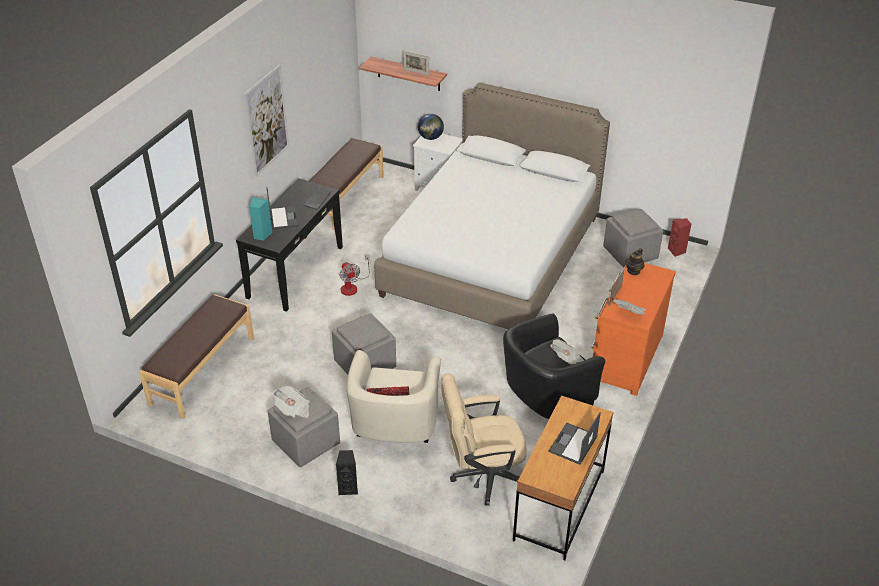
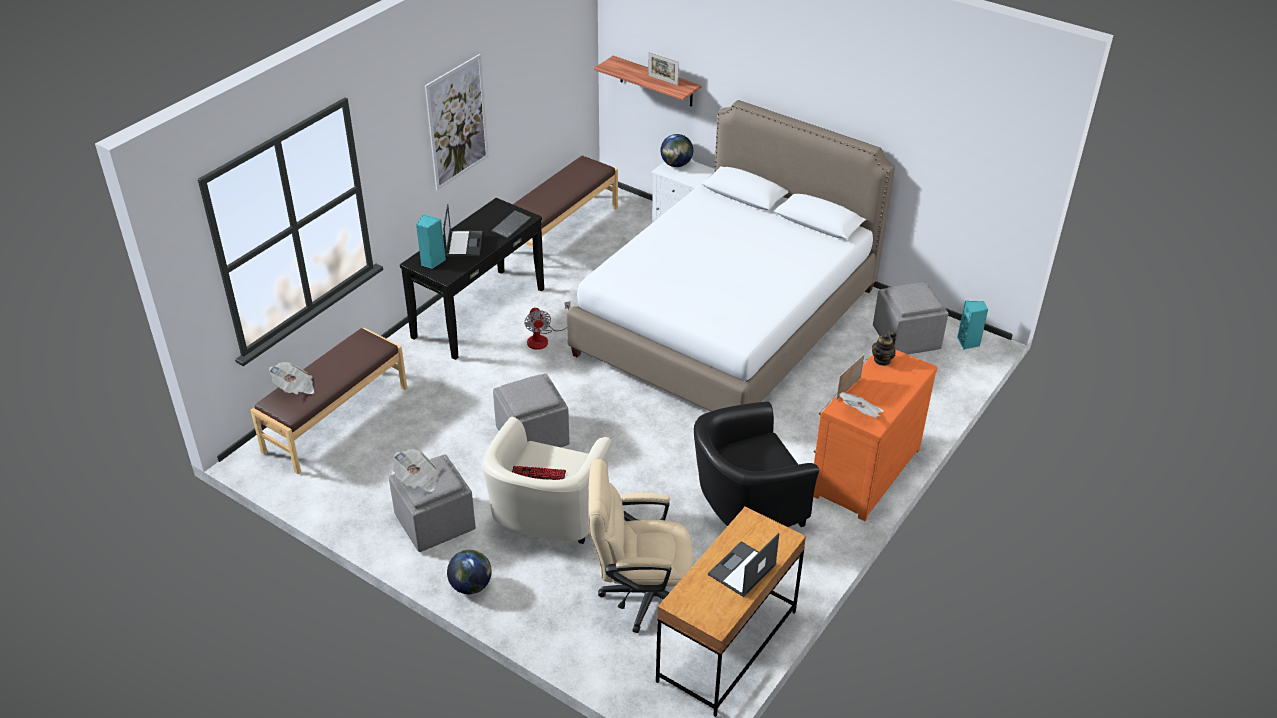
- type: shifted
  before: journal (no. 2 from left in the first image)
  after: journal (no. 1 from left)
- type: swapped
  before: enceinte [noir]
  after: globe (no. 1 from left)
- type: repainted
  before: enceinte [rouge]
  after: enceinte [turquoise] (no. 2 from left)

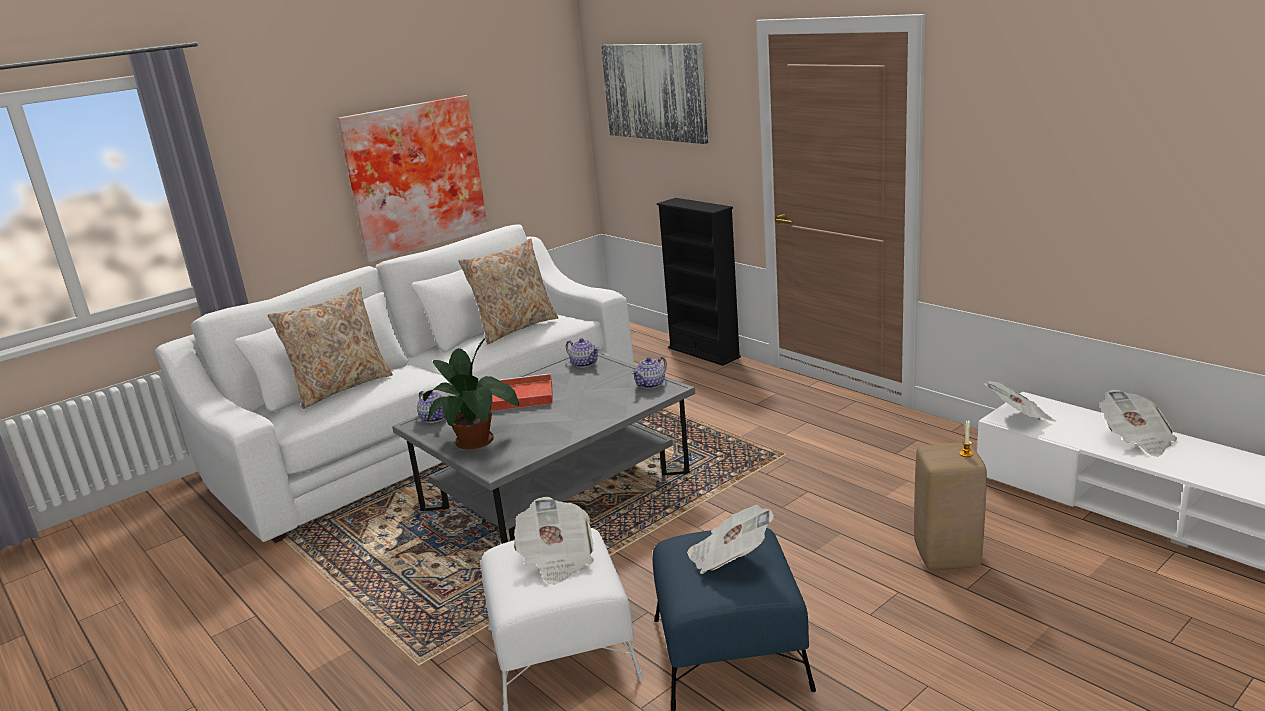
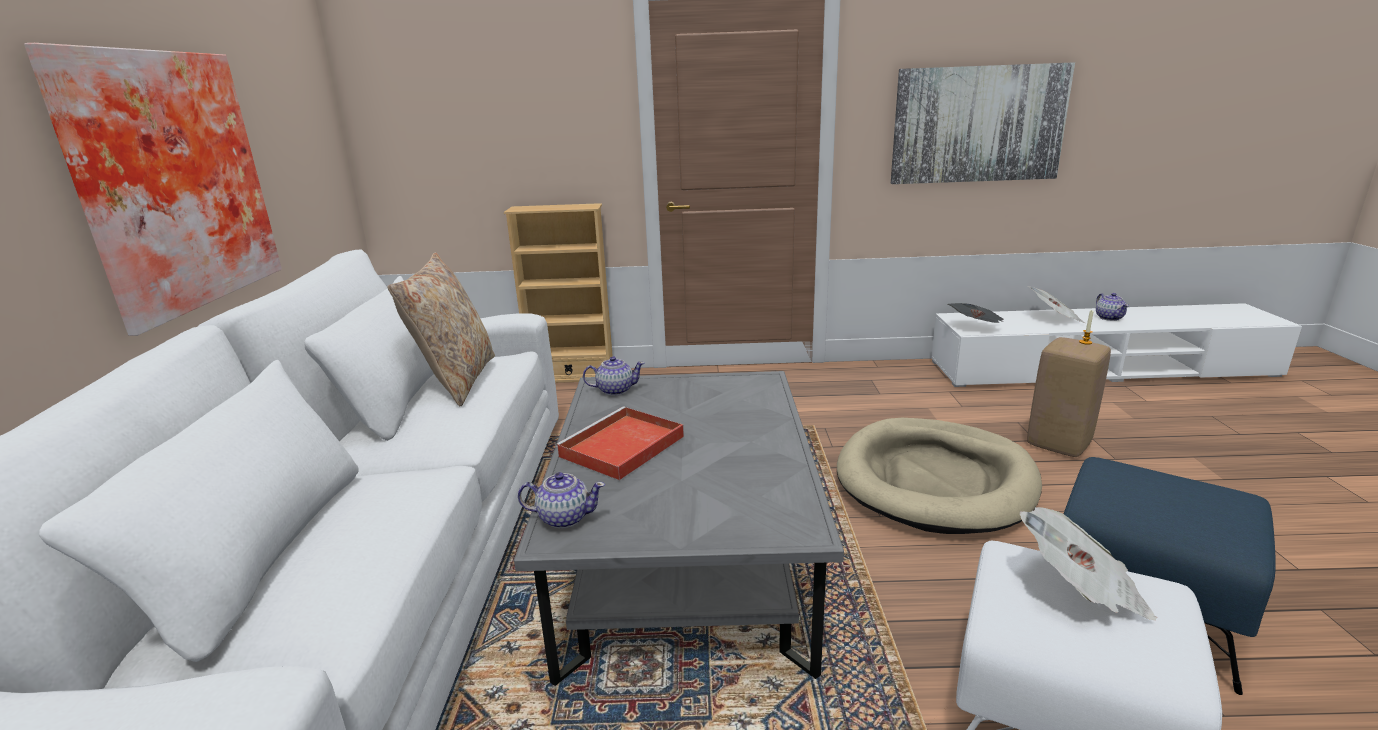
- type: gone
  before: coussin [beige] (no. 1 from left)
- type: gone
  before: plante en pot
- type: gone
  before: journal (no. 2 from left)
- type: new
  after: panier pour chien [beige]
- type: shifted
  before: tableau (no. 2 from left)
- type: shifted
  before: théière (no. 3 from left)
- type: repainted
  before: bibliothèque [noir]
  after: bibliothèque [beige]

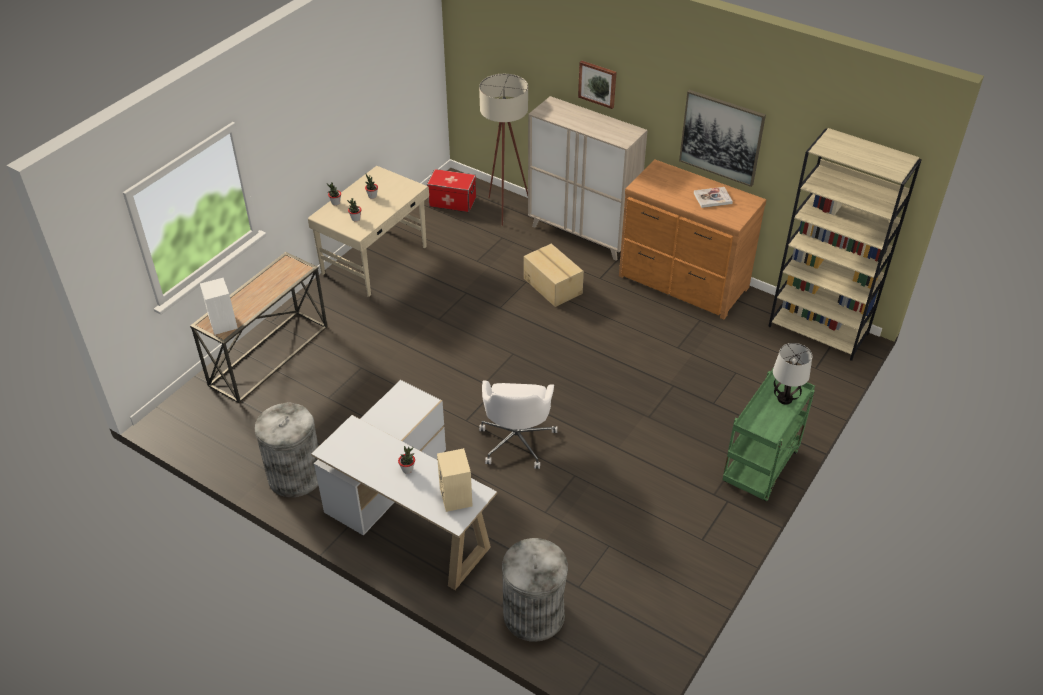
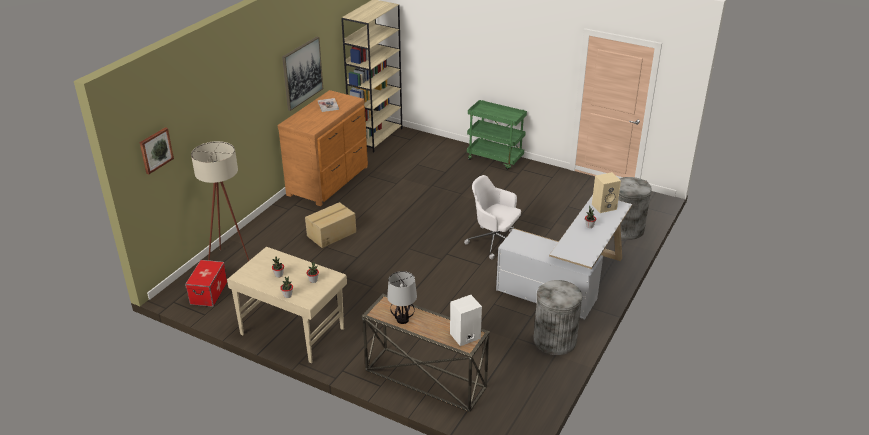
- type: gone
  before: meuble de rangement [beige]
- type: shifted
  before: tableau (no. 1 from left)
- type: shifted
  before: lampe de table
- type: rotated
  before: chaise de bureau [blanc]
  turn: -150

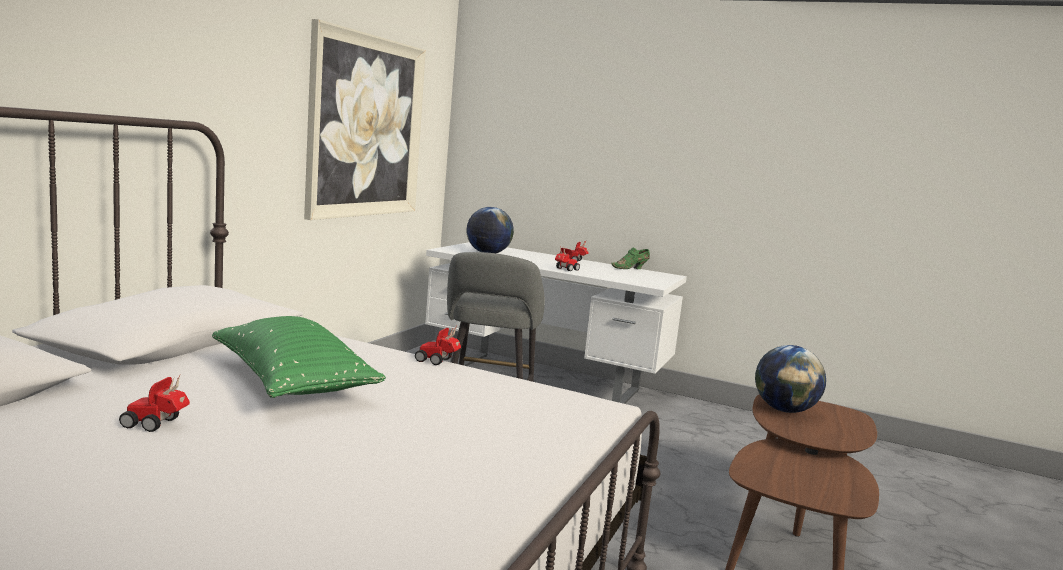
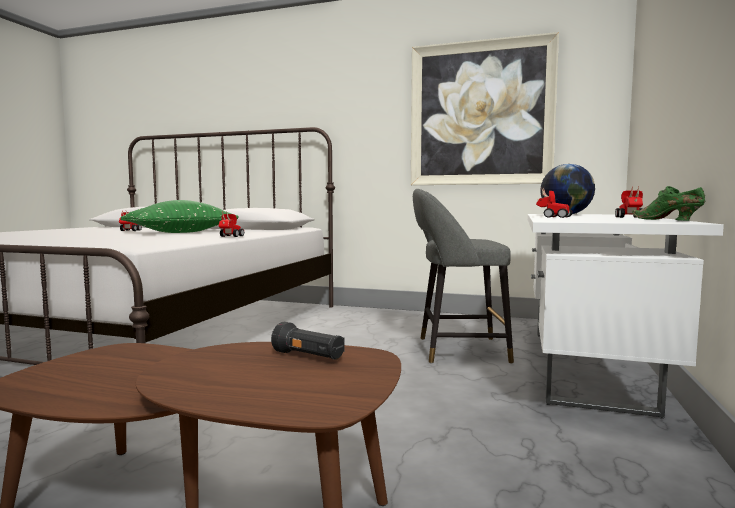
- type: swapped
  before: globe (no. 2 from left)
  after: lampe de poche [noir]

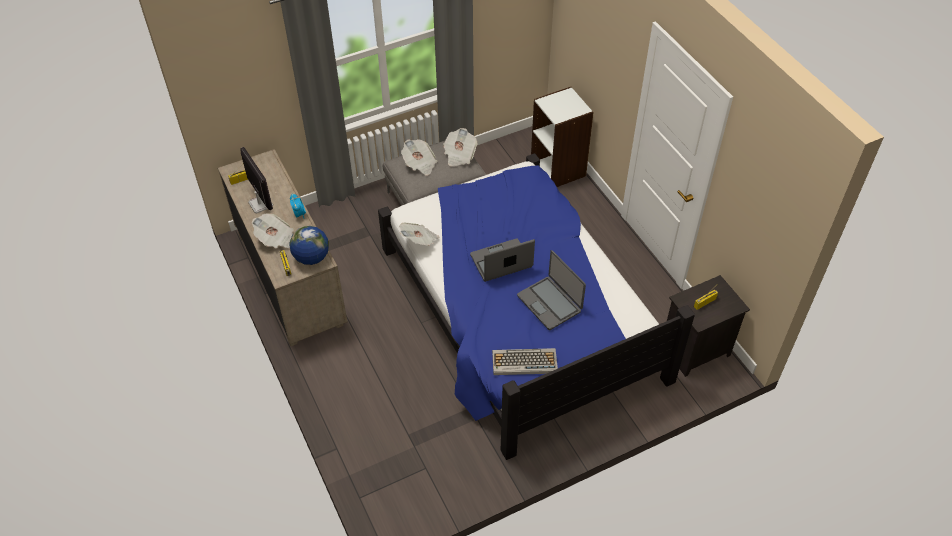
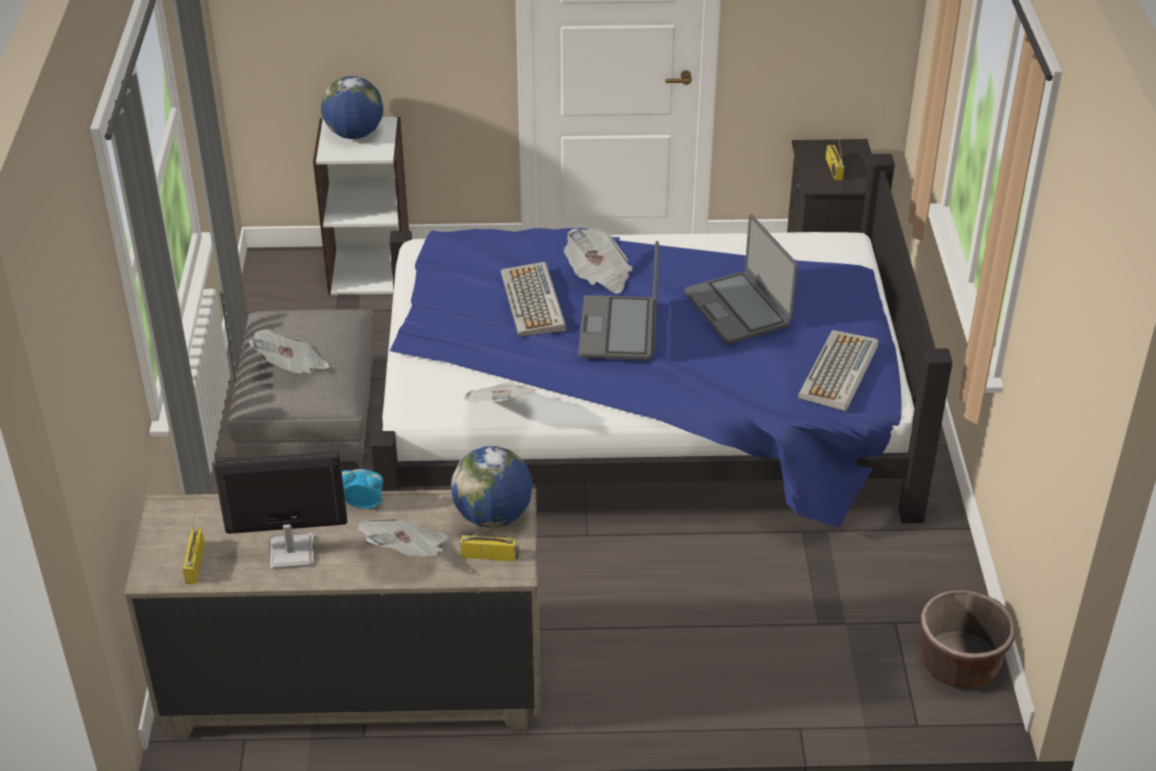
- type: new
  after: globe (no. 1 from left)
- type: new
  after: clavier (no. 1 from left)
- type: new
  after: cache-pot [marron]
- type: shifted
  before: journal (no. 4 from left)
- type: rotated
  before: ordinateur portable (no. 2 from left)
  turn: 75

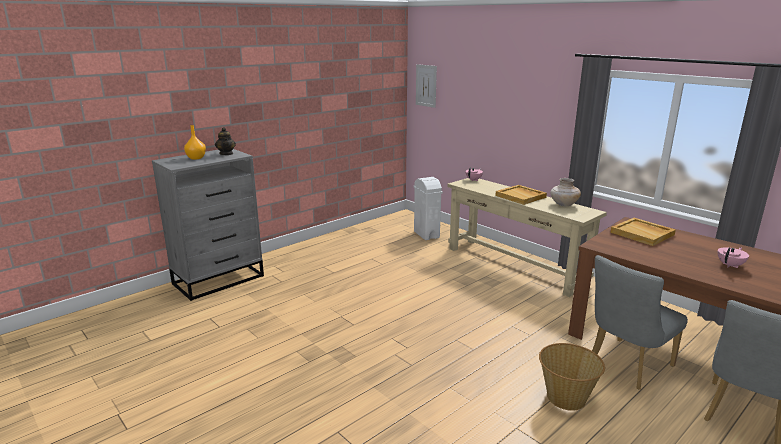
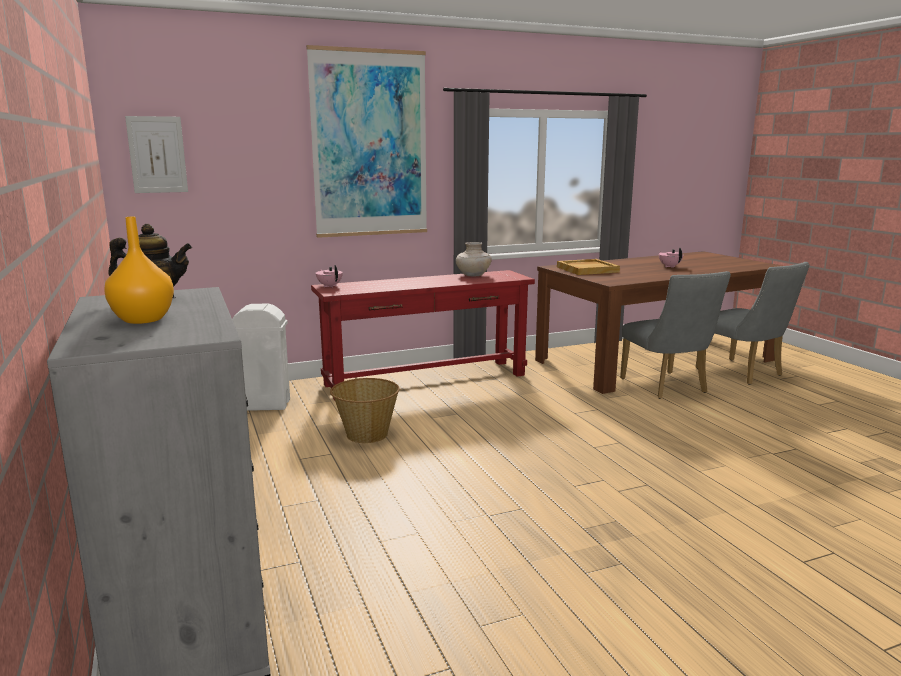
- type: gone
  before: plateau [beige] (no. 1 from left)
- type: new
  after: tableau (no. 2 from left)
- type: shifted
  before: panier
- type: repainted
  before: table console [beige]
  after: table console [rouge]

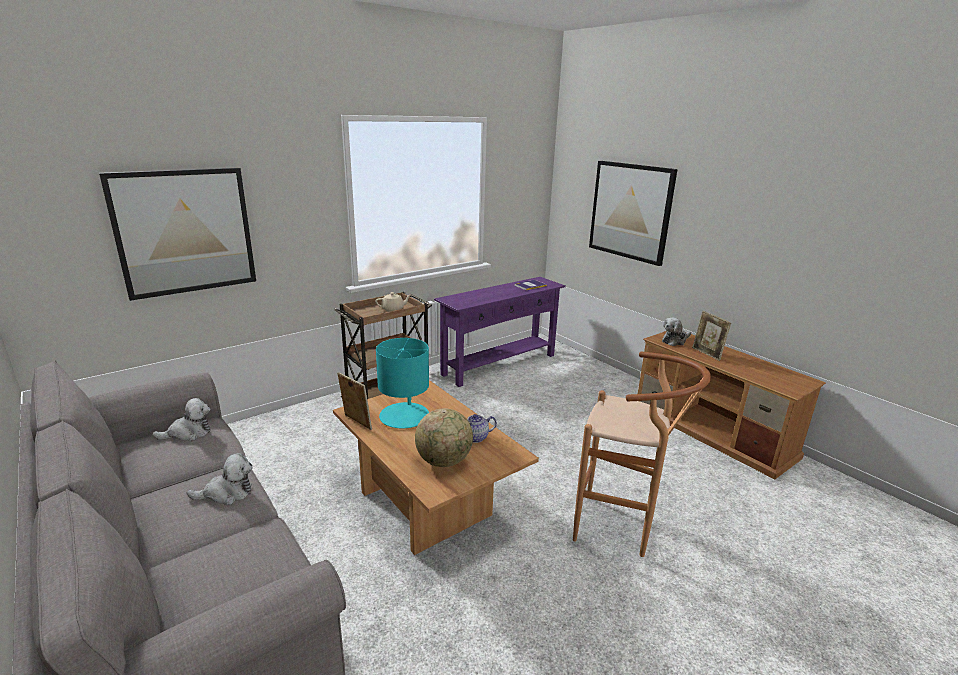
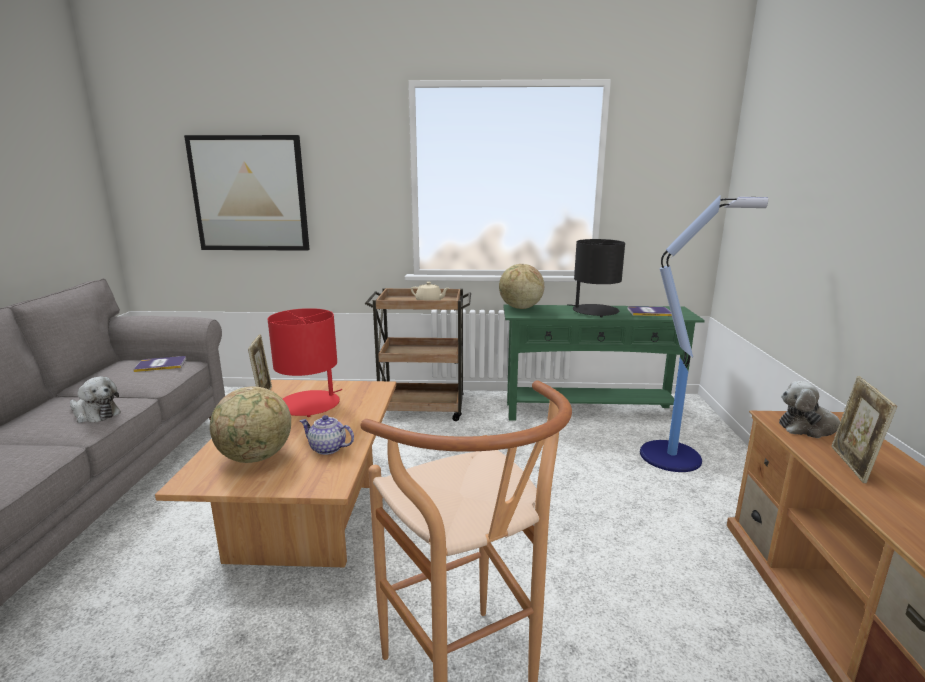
- type: gone
  before: tableau (no. 2 from left)
- type: new
  after: globe (no. 2 from left)
- type: new
  after: lampe de table [noir]
- type: new
  after: lampadaire
- type: swapped
  before: peluche (no. 1 from left)
  after: livre (no. 1 from left)
- type: repainted
  before: lampe de table [turquoise]
  after: lampe de table [rouge]
- type: repainted
  before: table console [violet]
  after: table console [vert]

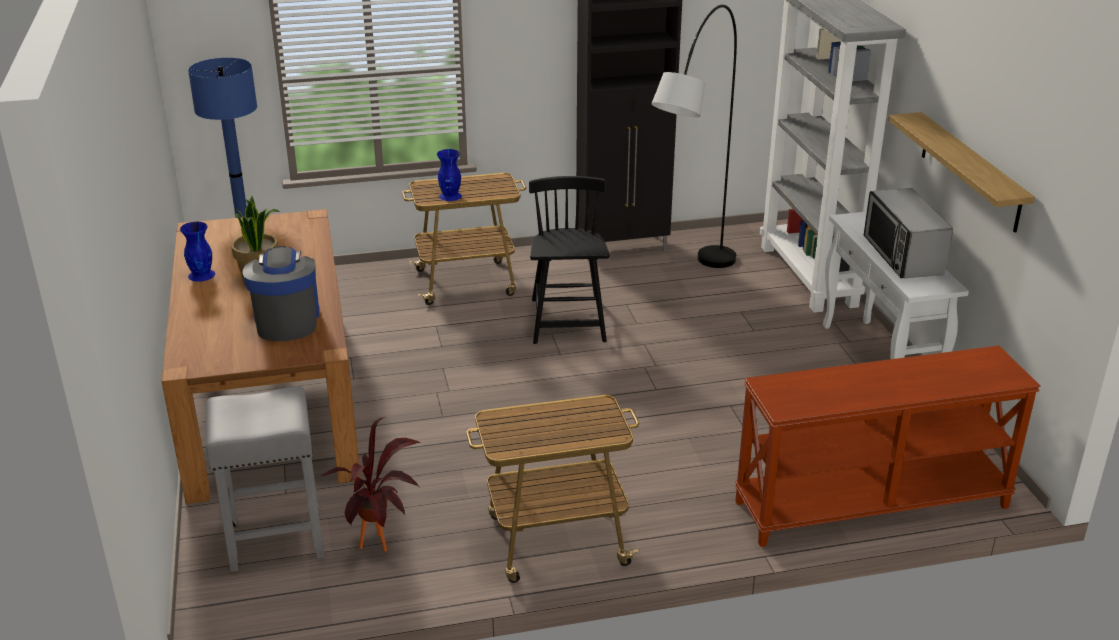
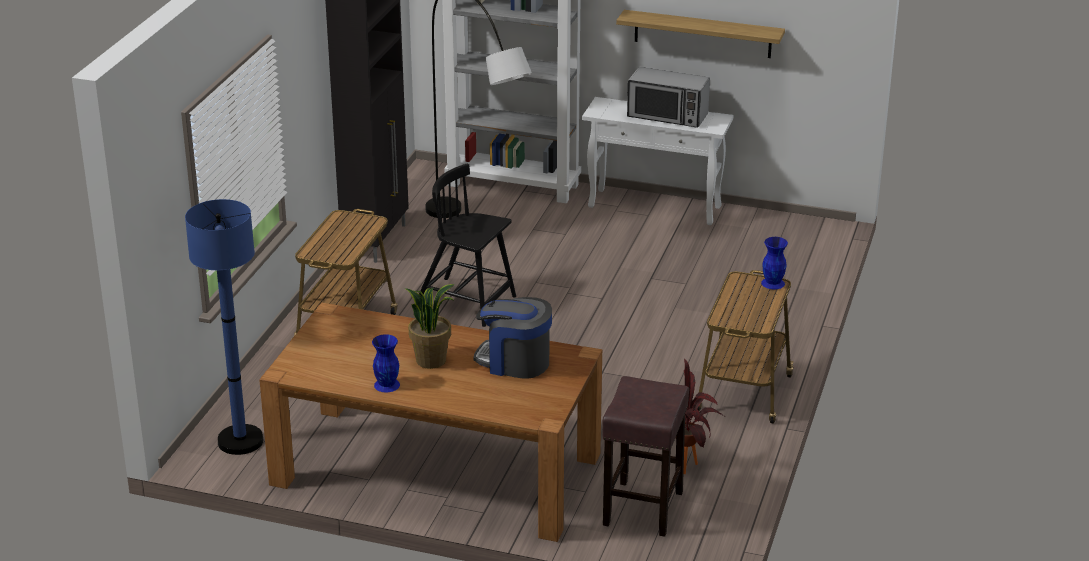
- type: gone
  before: table console [marron]
- type: shifted
  before: vase [bleu] (no. 2 from left)
- type: repainted
  before: tabouret [gris]
  after: tabouret [marron]

